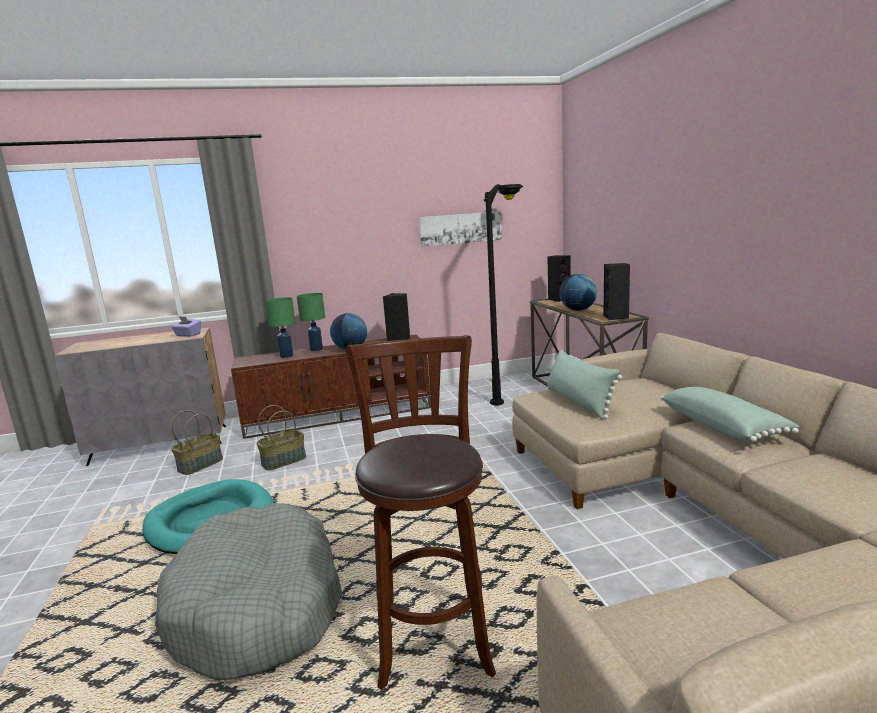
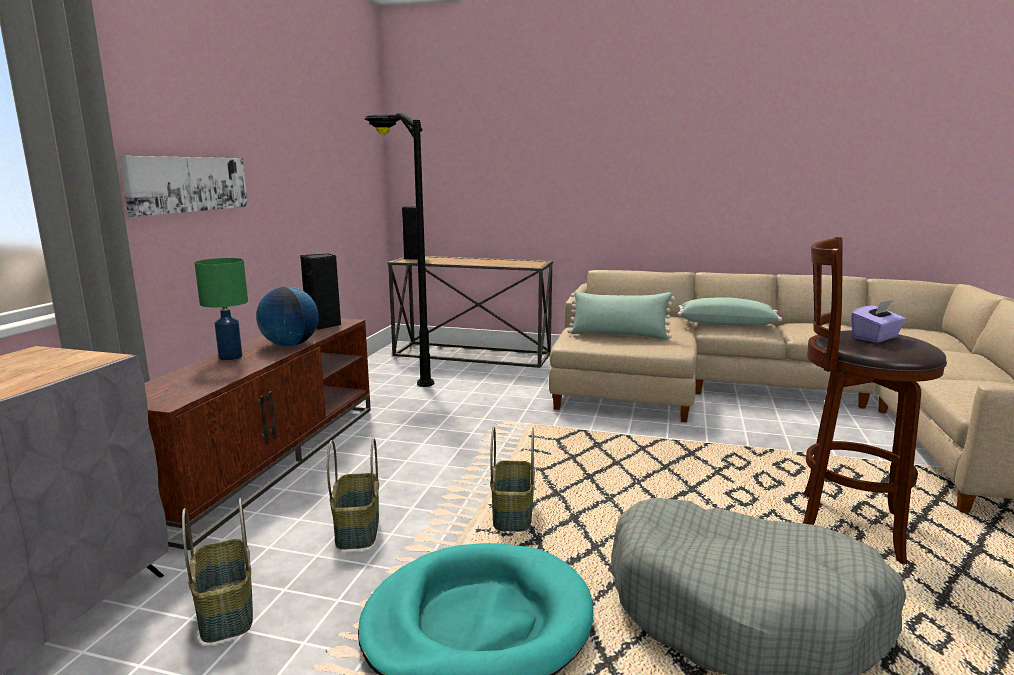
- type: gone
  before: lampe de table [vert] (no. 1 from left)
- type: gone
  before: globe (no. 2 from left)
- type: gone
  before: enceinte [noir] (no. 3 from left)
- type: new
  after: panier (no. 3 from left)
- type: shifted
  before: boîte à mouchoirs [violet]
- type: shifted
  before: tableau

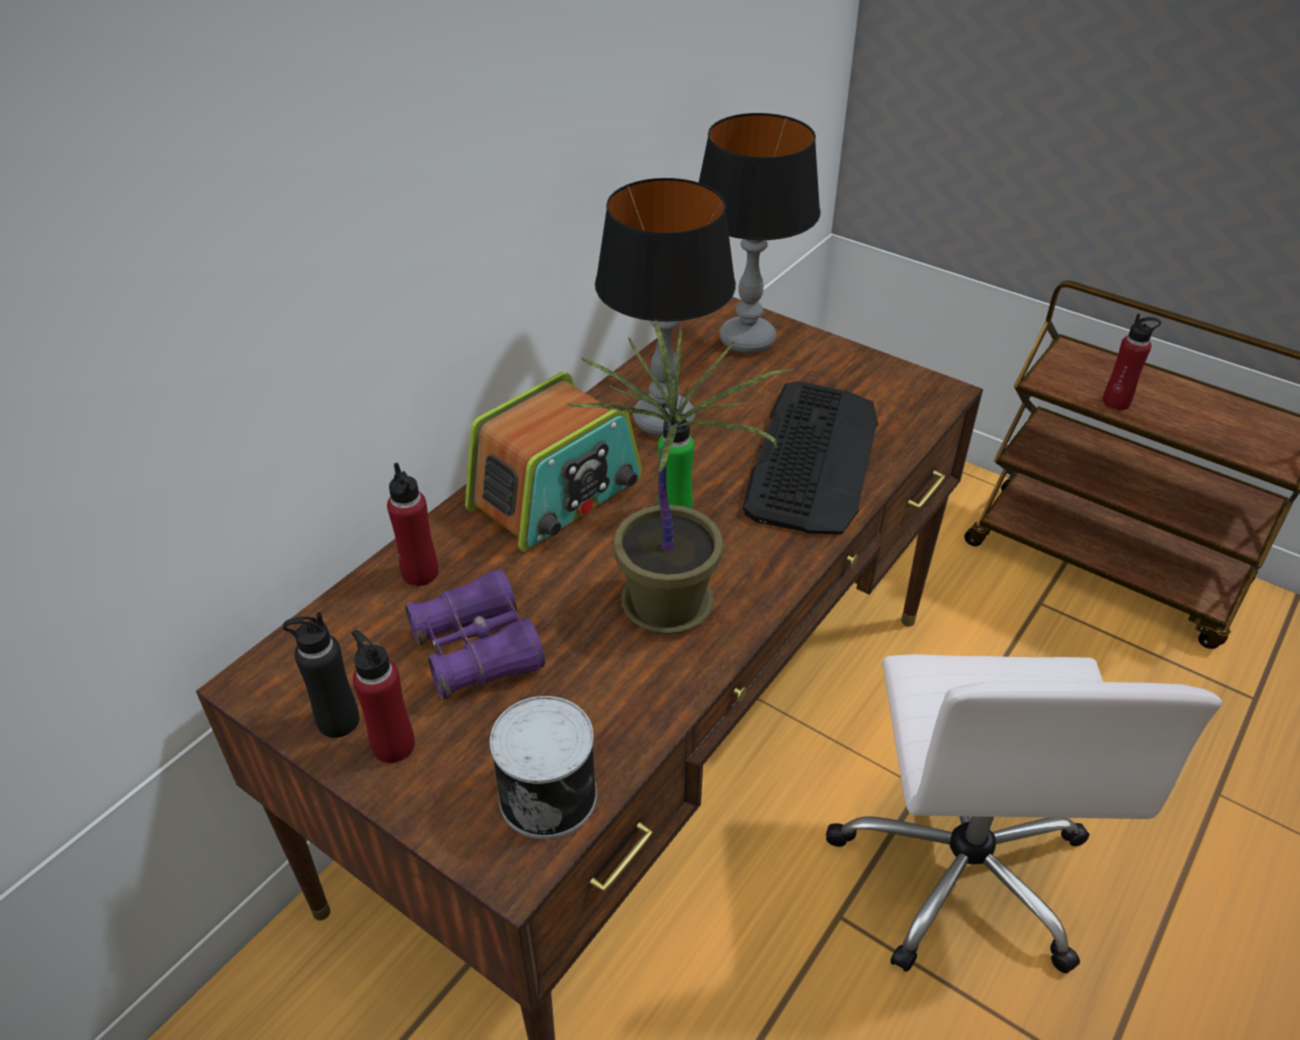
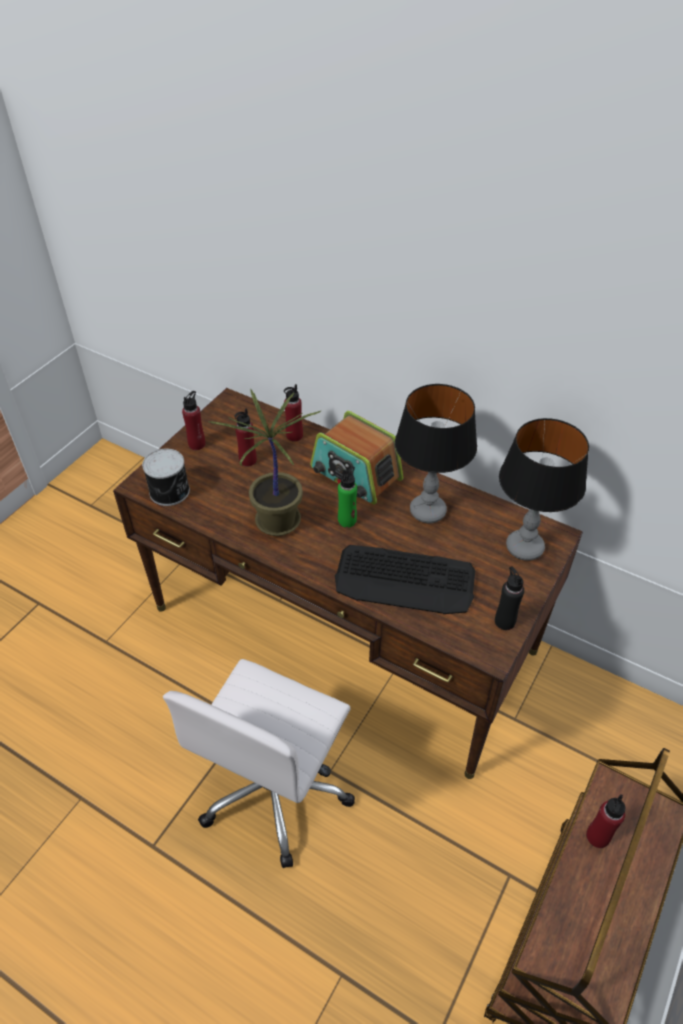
- type: shifted
  before: bouteille [noir]
- type: swapped
  before: jumelles [violet]
  after: bouteille [rouge] (no. 2 from left)
- type: rotated
  before: chaise de bureau [blanc]
  turn: -60

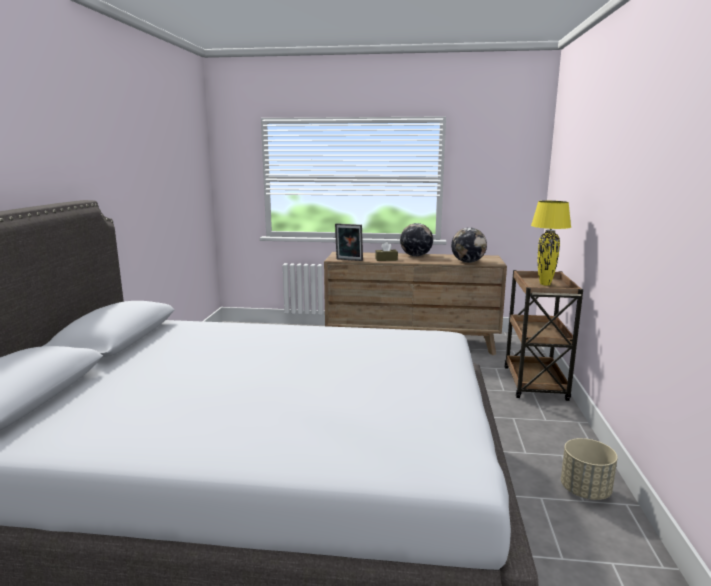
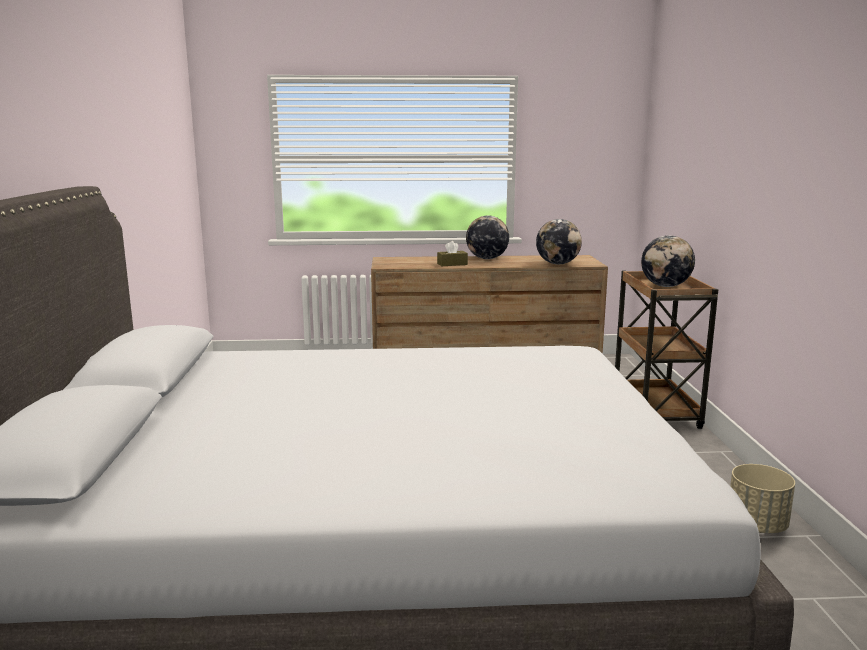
- type: gone
  before: cadre photo
- type: swapped
  before: lampe de table [jaune]
  after: globe (no. 3 from left)

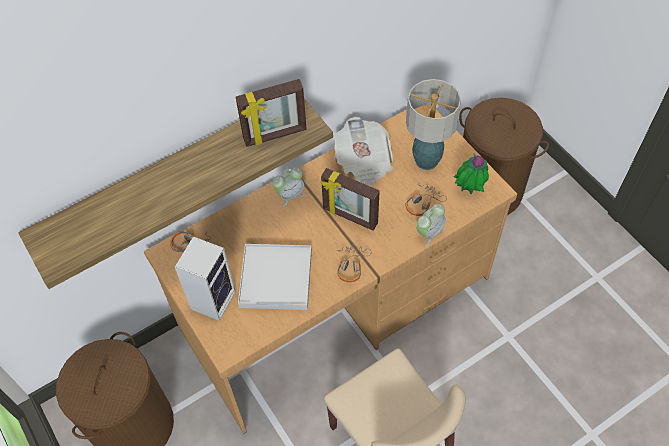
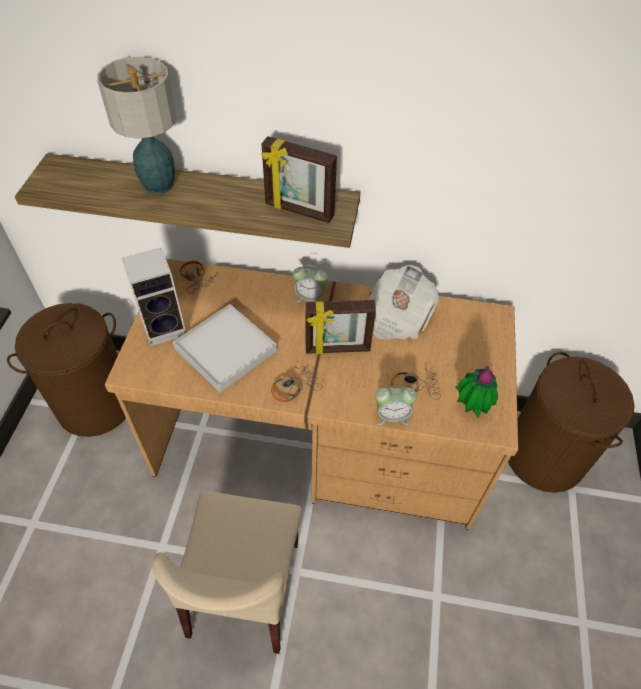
- type: shifted
  before: lampe de table
- type: rotated
  before: cadre photo (no. 2 from left)
  turn: -75

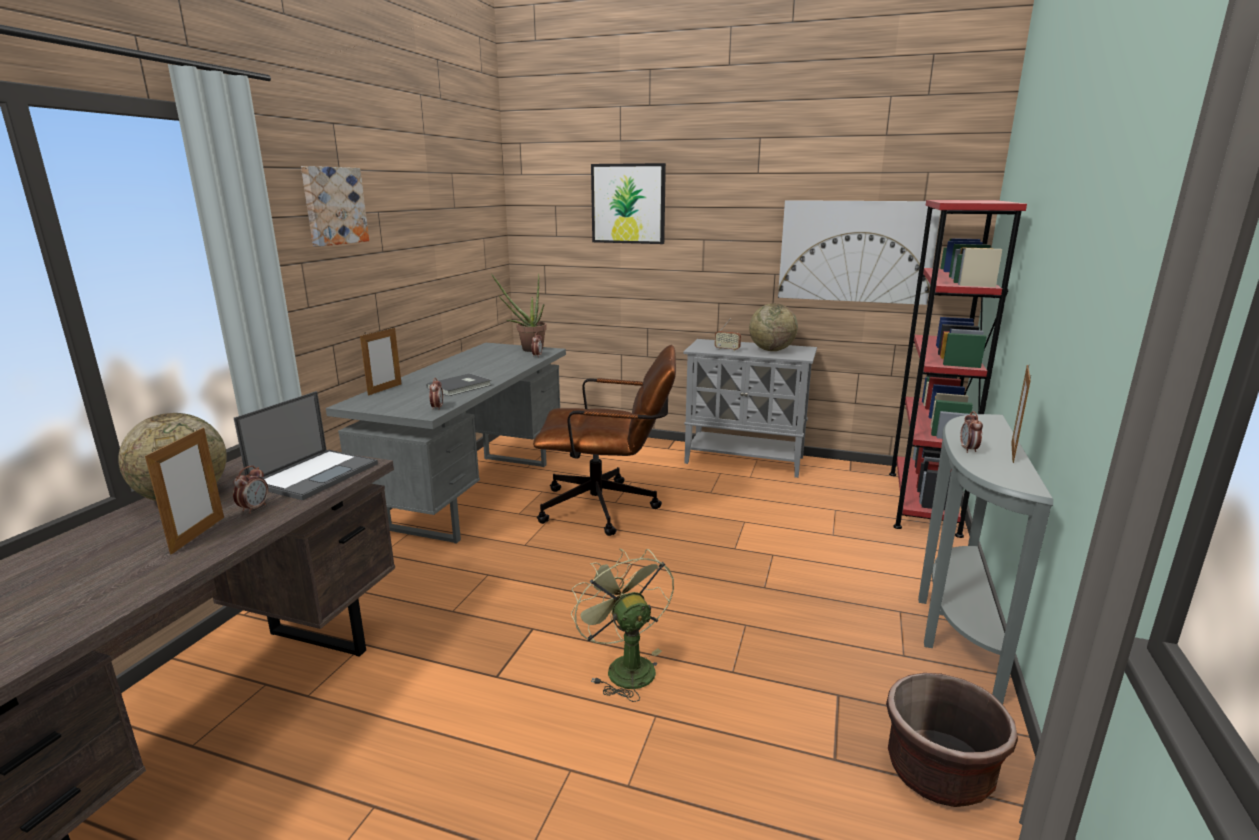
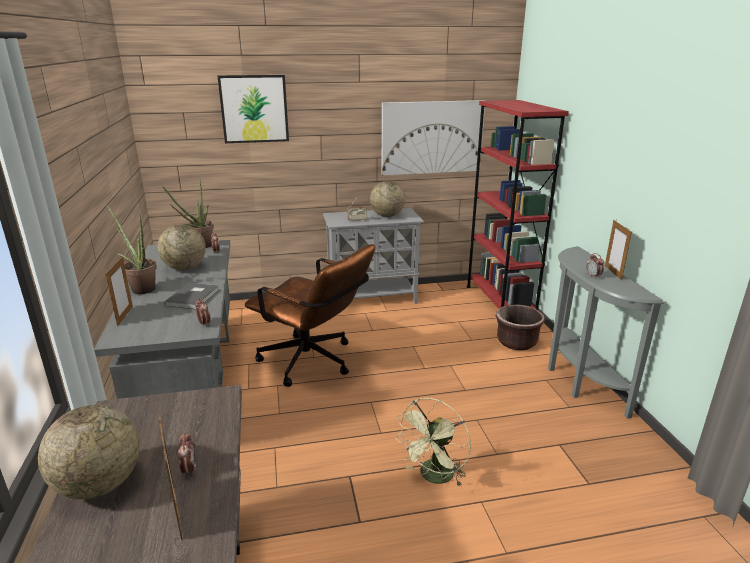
- type: gone
  before: ordinateur portable
- type: gone
  before: tableau (no. 1 from left)
- type: new
  after: plante en pot (no. 1 from left)
- type: new
  after: globe (no. 2 from left)
- type: shifted
  before: cache-pot [marron]
- type: rotated
  before: chaise de bureau [marron]
  turn: 60
- type: rotated
  before: ventilateur [vert]
  turn: -90

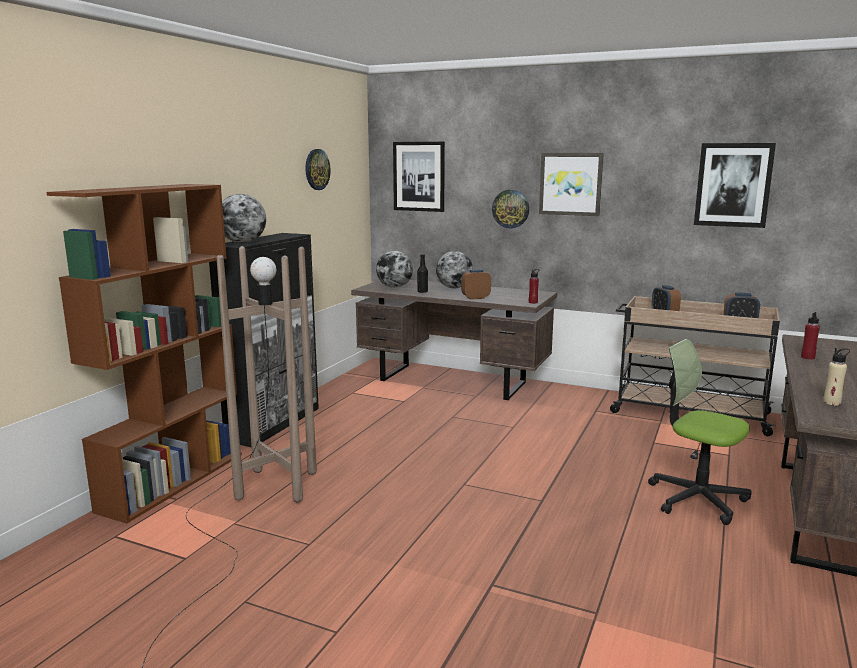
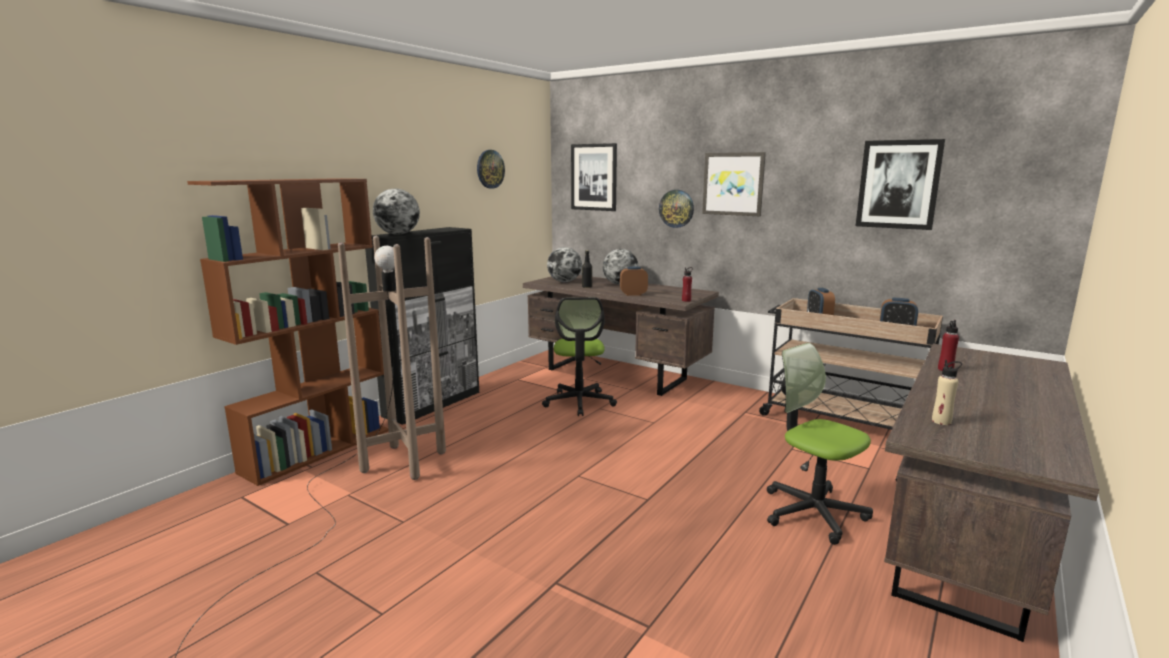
- type: new
  after: chaise de bureau (no. 1 from left)

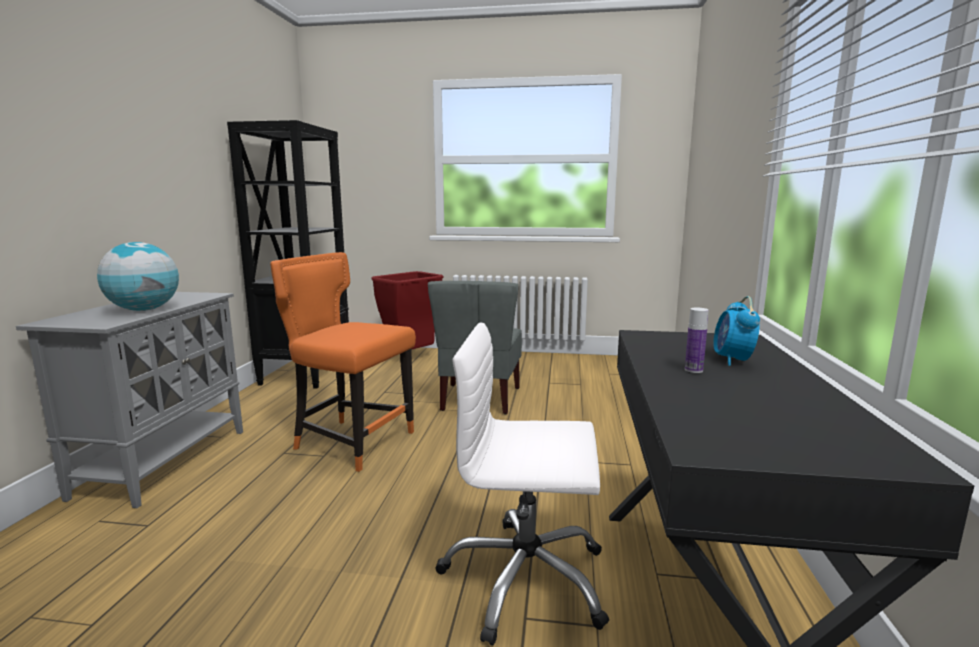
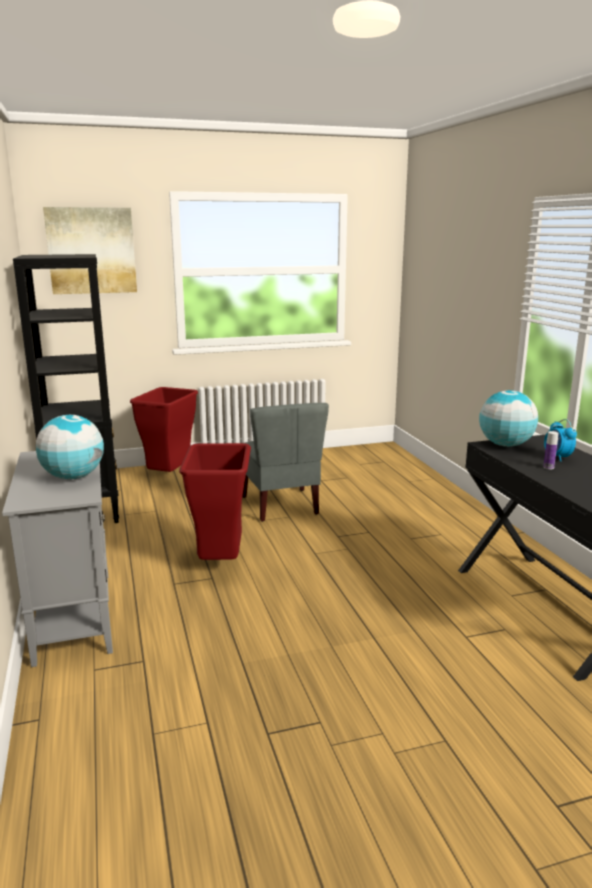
- type: gone
  before: chaise de bureau [blanc]
- type: new
  after: tableau
- type: new
  after: globe (no. 2 from left)
- type: swapped
  before: chaise [orange]
  after: poubelle [rouge] (no. 2 from left)

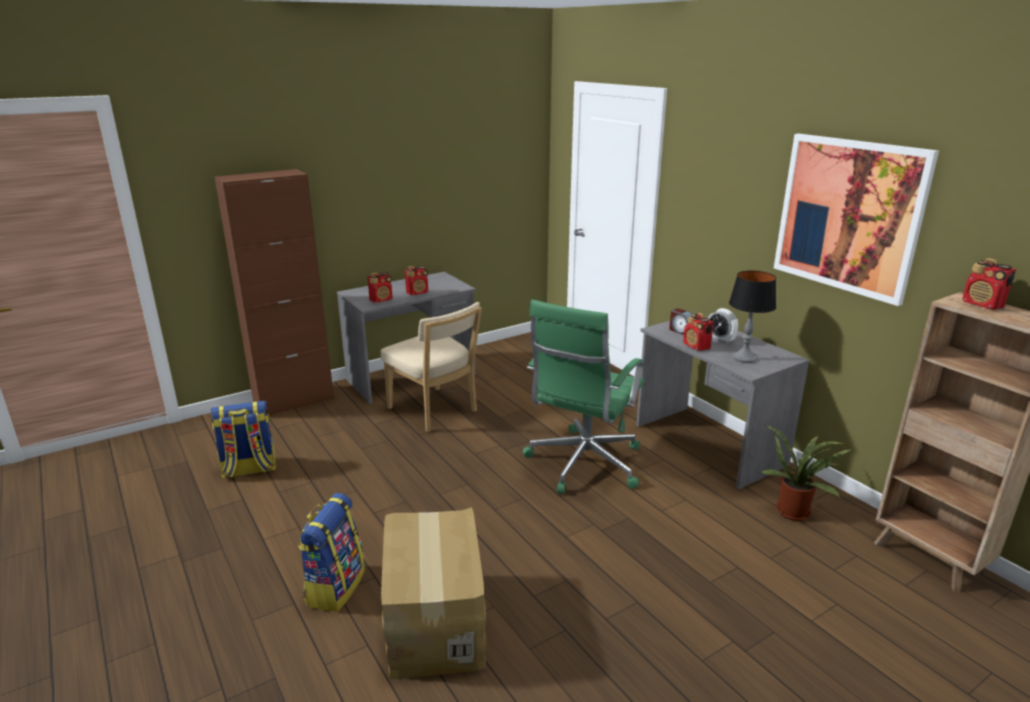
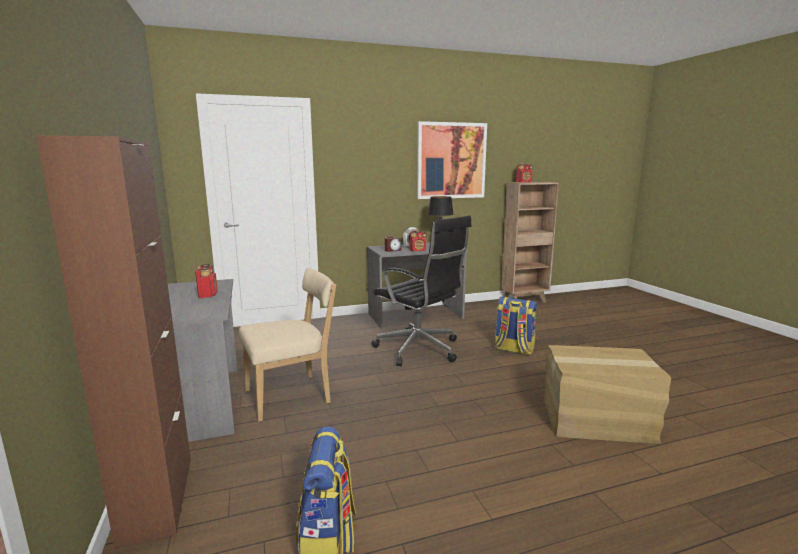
- type: gone
  before: radio (no. 1 from left)
- type: gone
  before: plante en pot
- type: shifted
  before: sac à dos (no. 2 from left)
- type: repainted
  before: chaise de bureau [vert]
  after: chaise de bureau [noir]

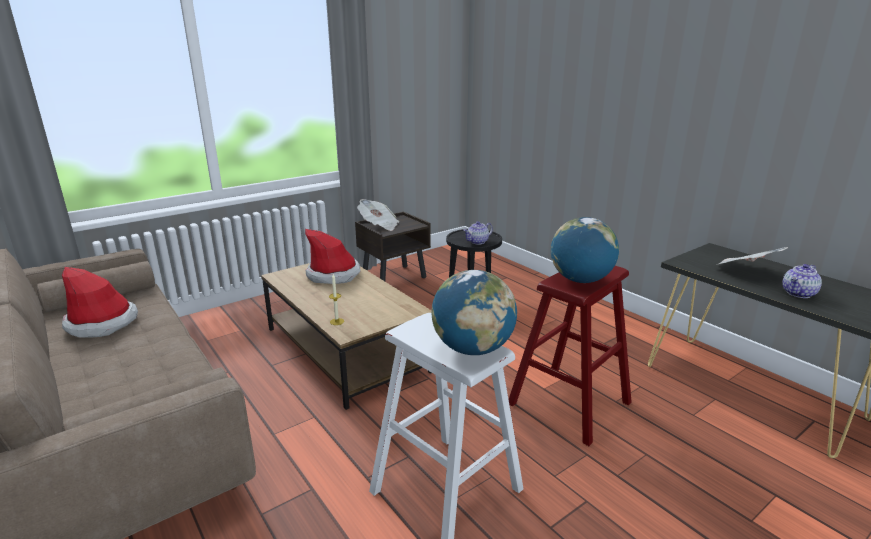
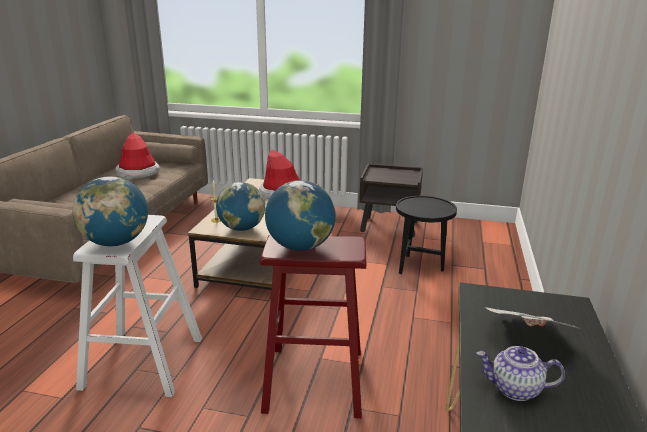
- type: gone
  before: journal (no. 1 from left)
- type: gone
  before: théière (no. 1 from left)
- type: new
  after: globe (no. 2 from left)

